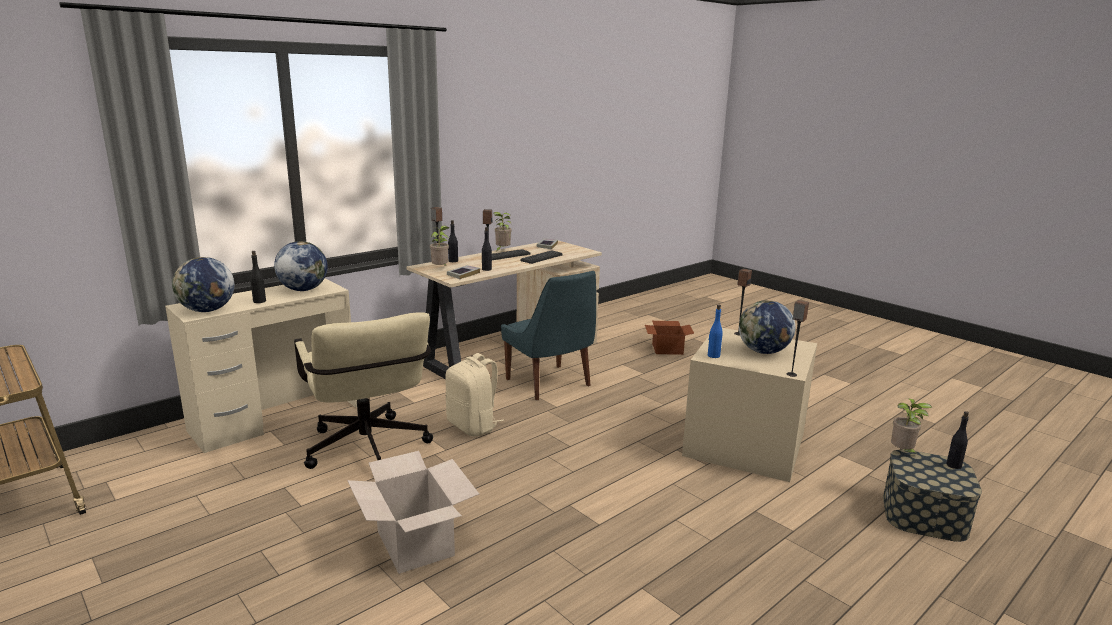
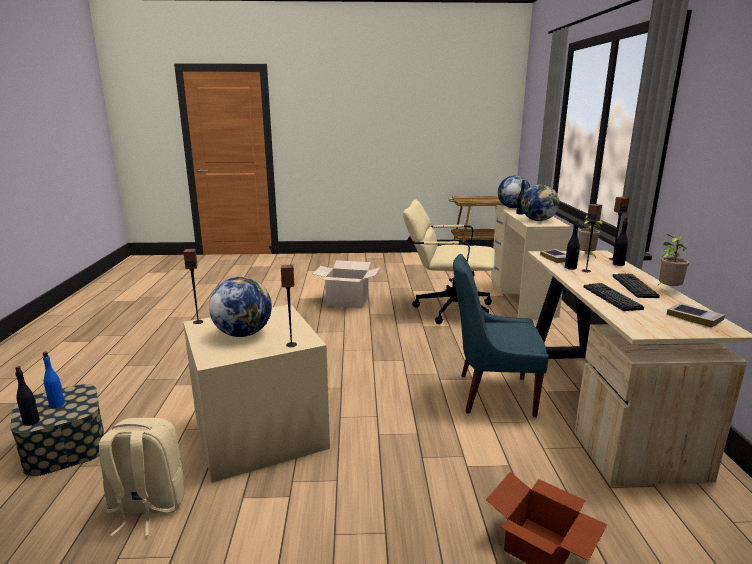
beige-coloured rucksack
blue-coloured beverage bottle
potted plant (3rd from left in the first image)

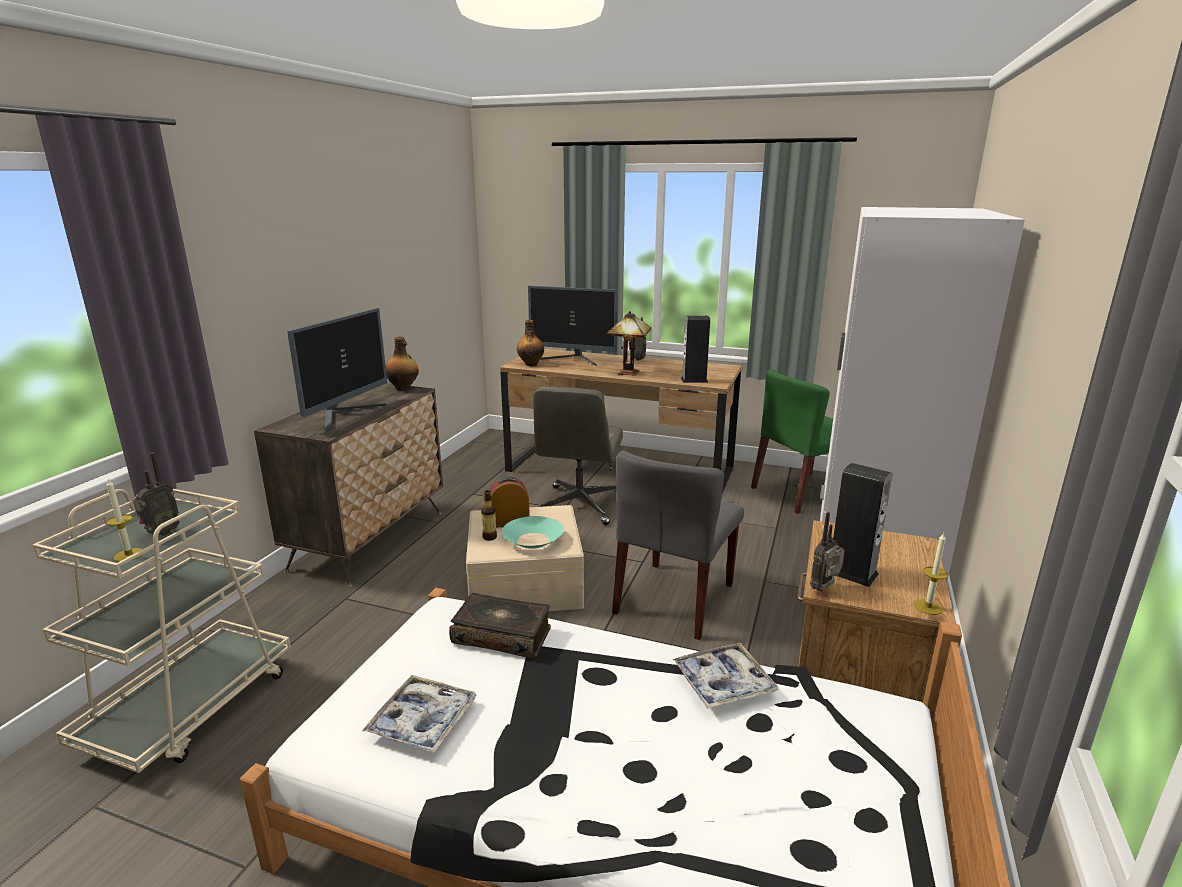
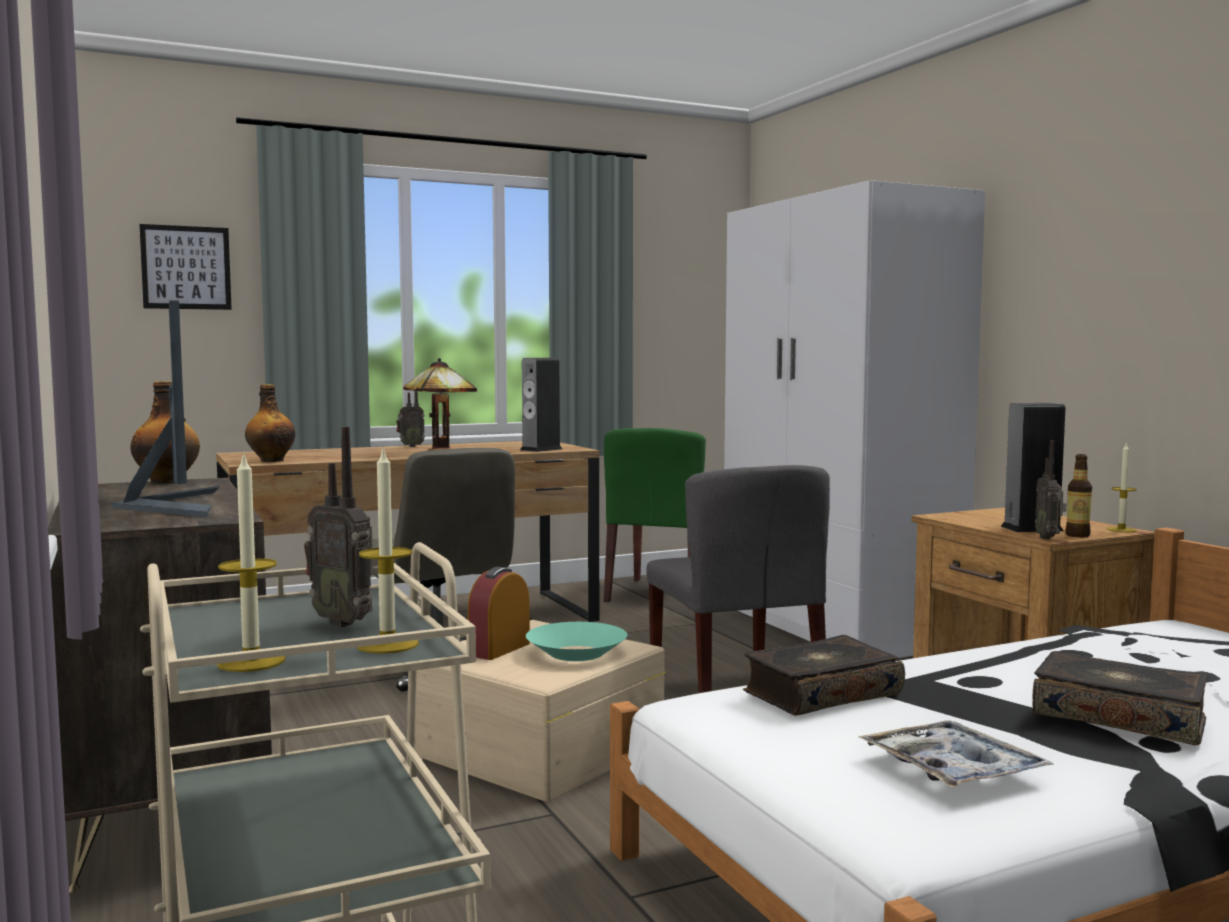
radio set (1st from left)
beverage bottle (3rd from left)
monitor (2nd from left in the first image)
tray (2nd from left in the first image)
wall picture
wax candle (1st from left)
book (2nd from left)

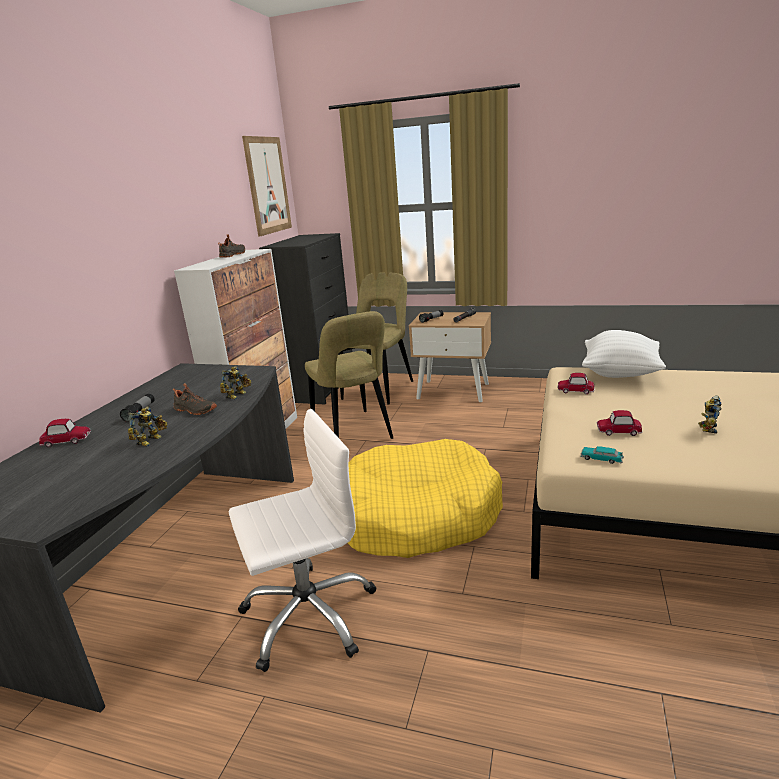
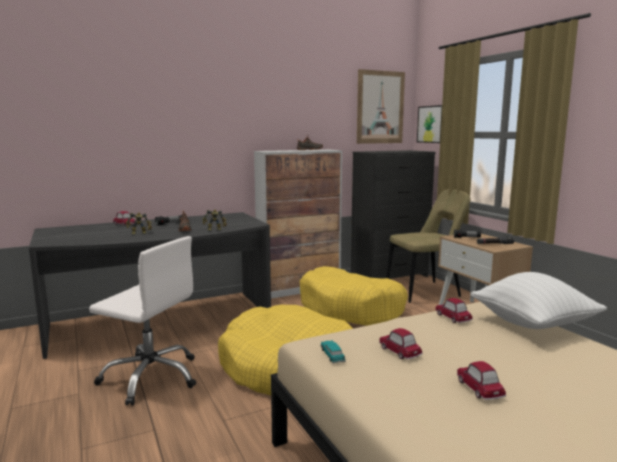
yellow pet bed (2nd from left)
miniature car (5th from left)
wall picture (2nd from left)

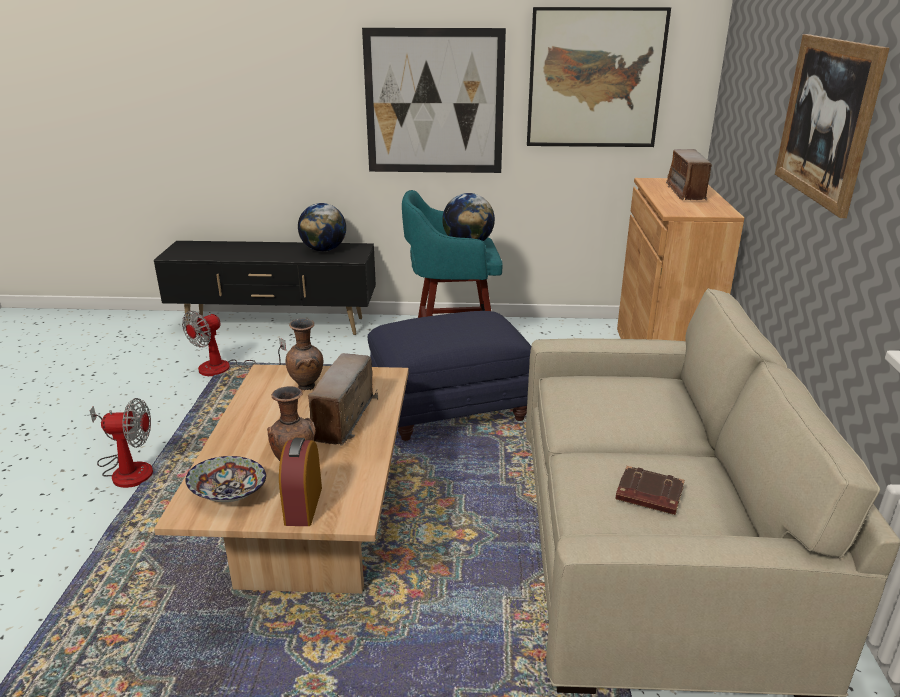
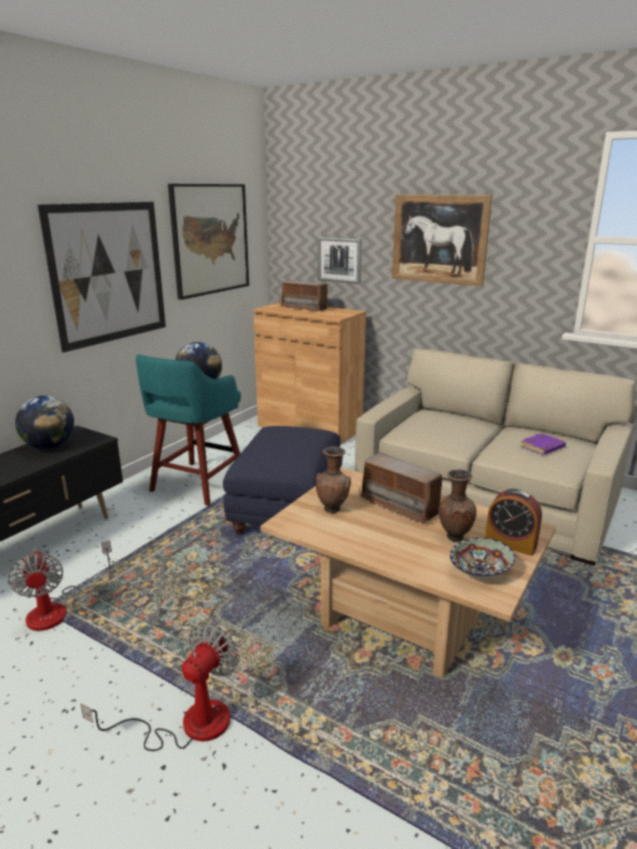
purplish book
wall picture (3rd from left)

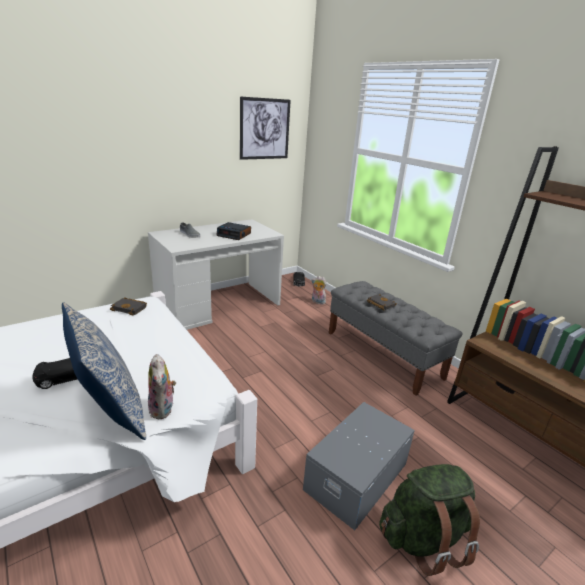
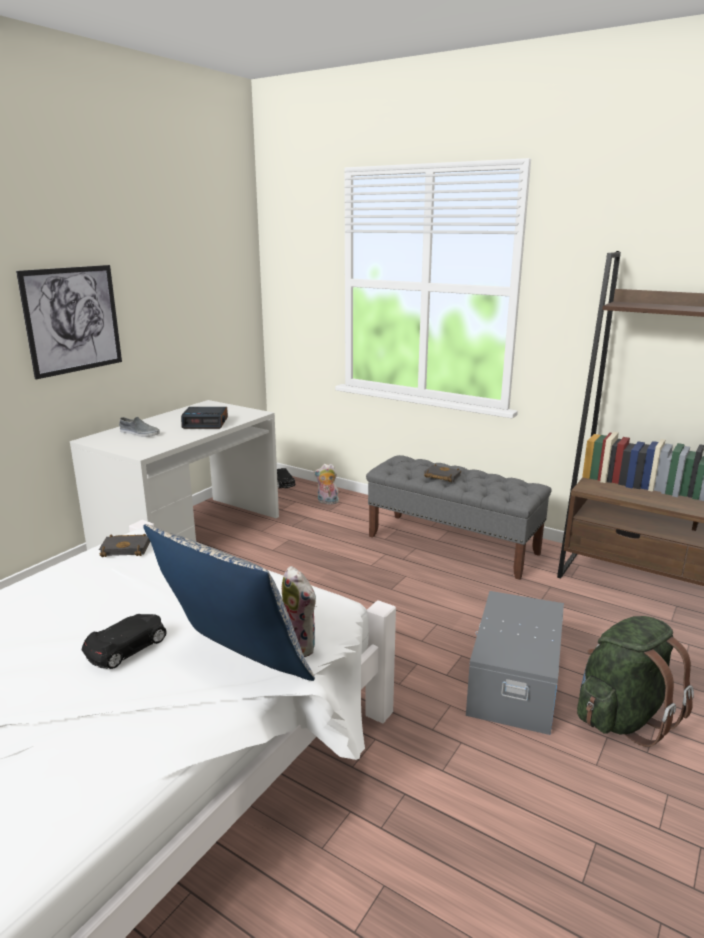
wall picture

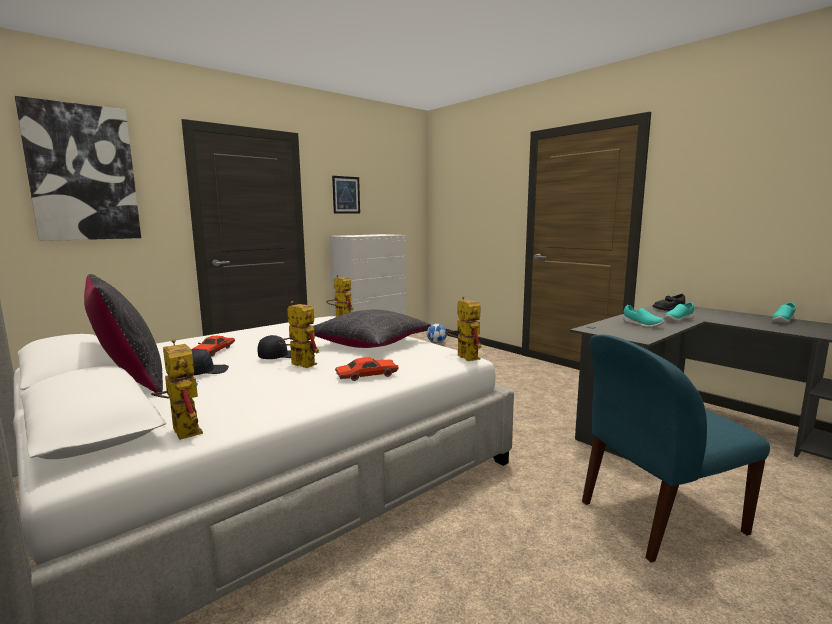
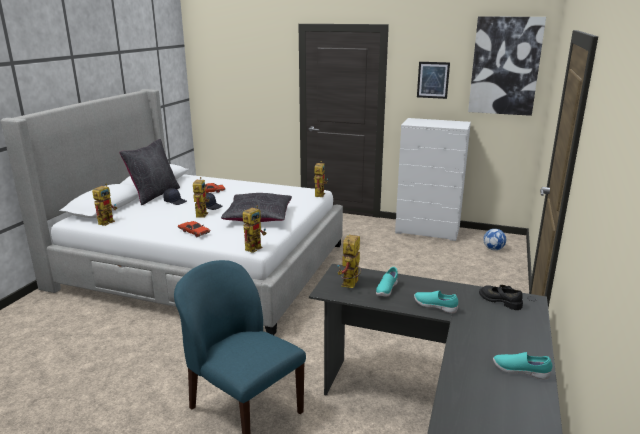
wall picture (2nd from left)
model robot (5th from left)

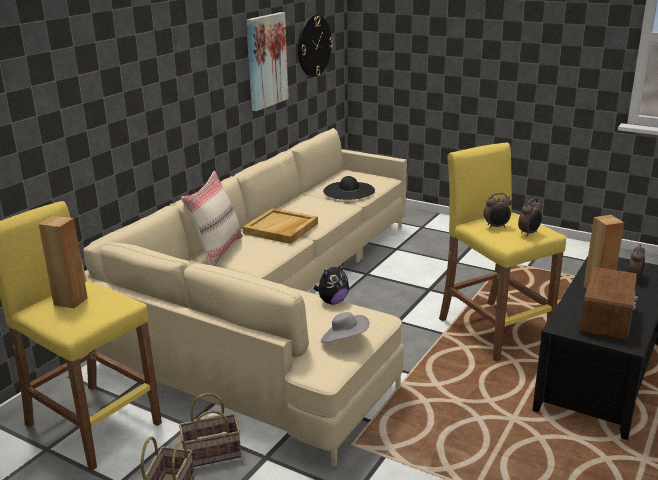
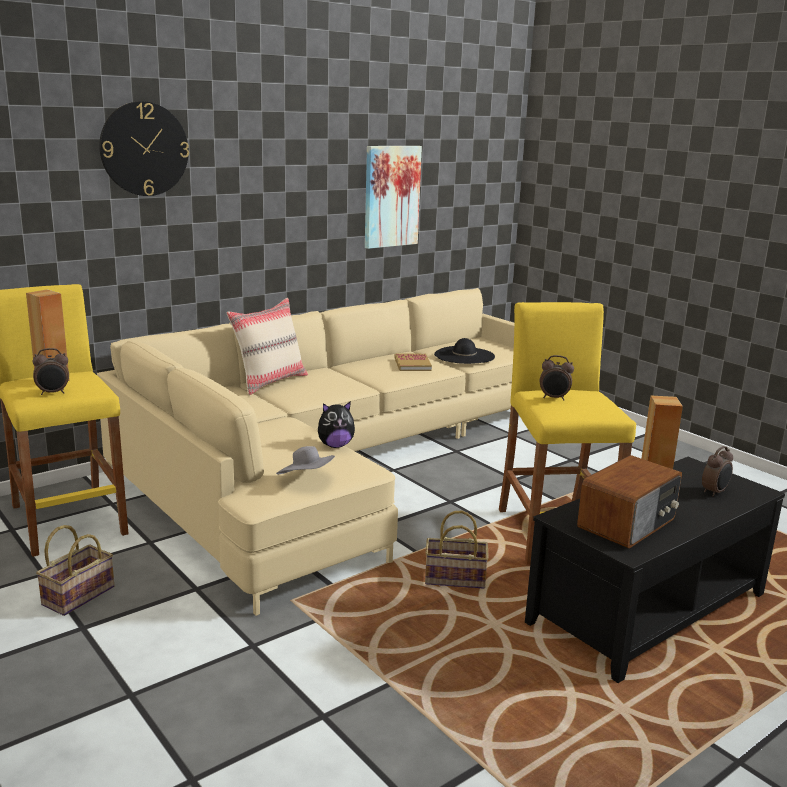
storage basket (2nd from left)
beige-coloured tray
hanging clock
alarm clock (1st from left)
book

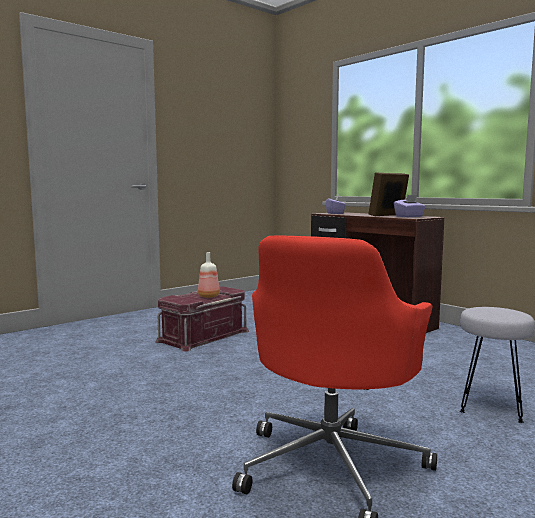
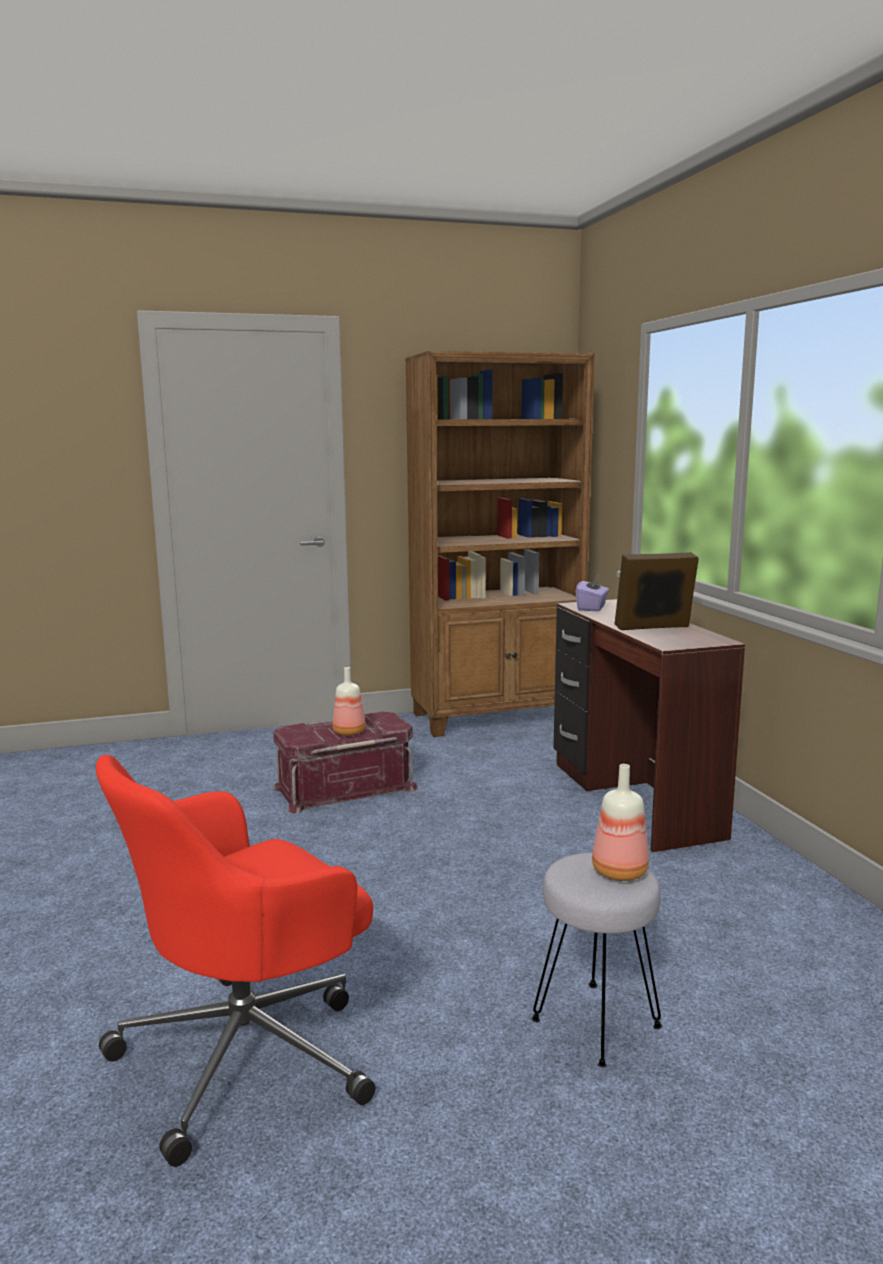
purplish tissue holder (2nd from left in the first image)
brownish bookshelf
beverage bottle (2nd from left)

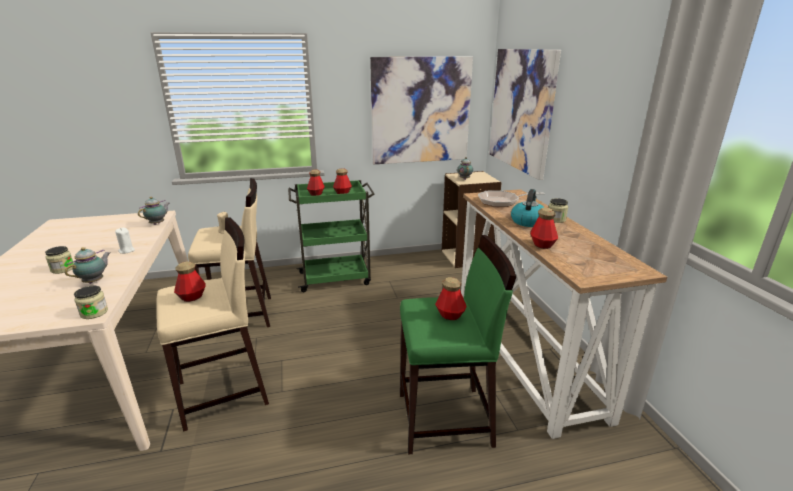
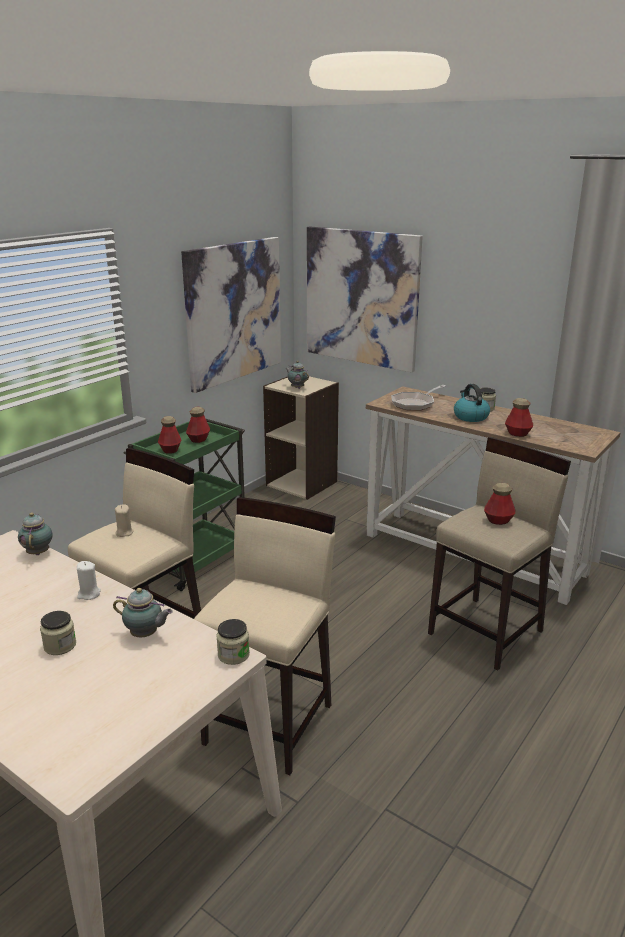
pot for tea (2nd from left)
beverage bottle (1st from left in the first image)
beige-coloured sitting stool (3rd from left)

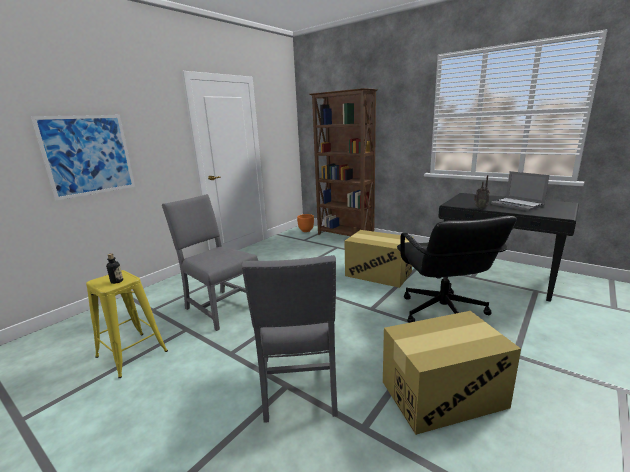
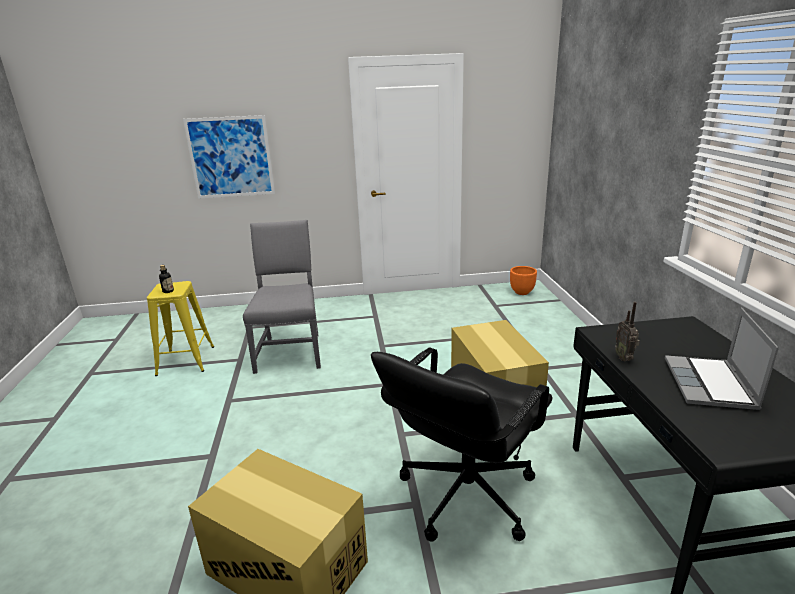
grey plain chair (2nd from left in the first image)
brownish bookshelf

